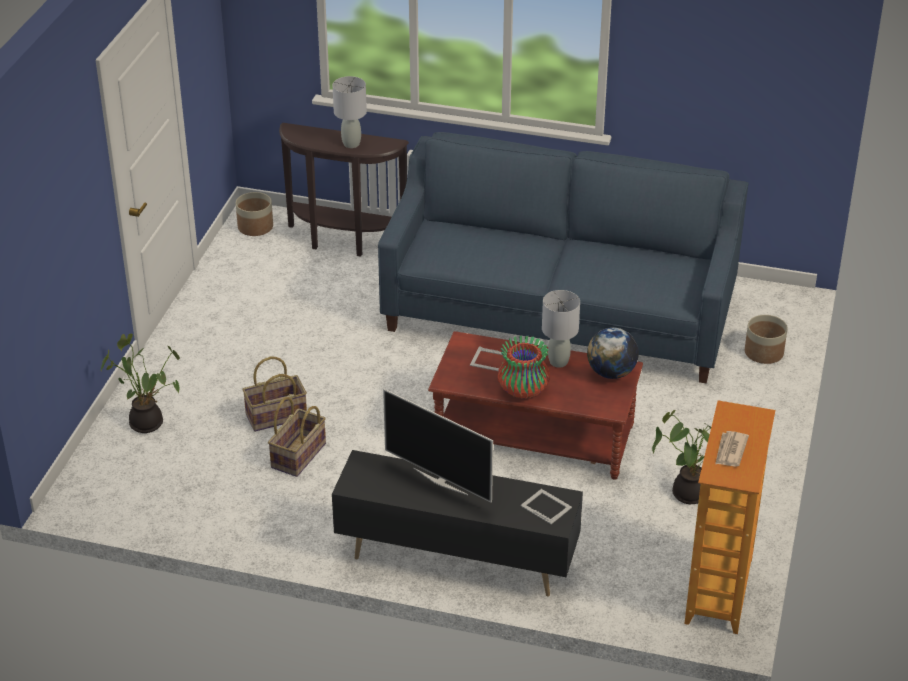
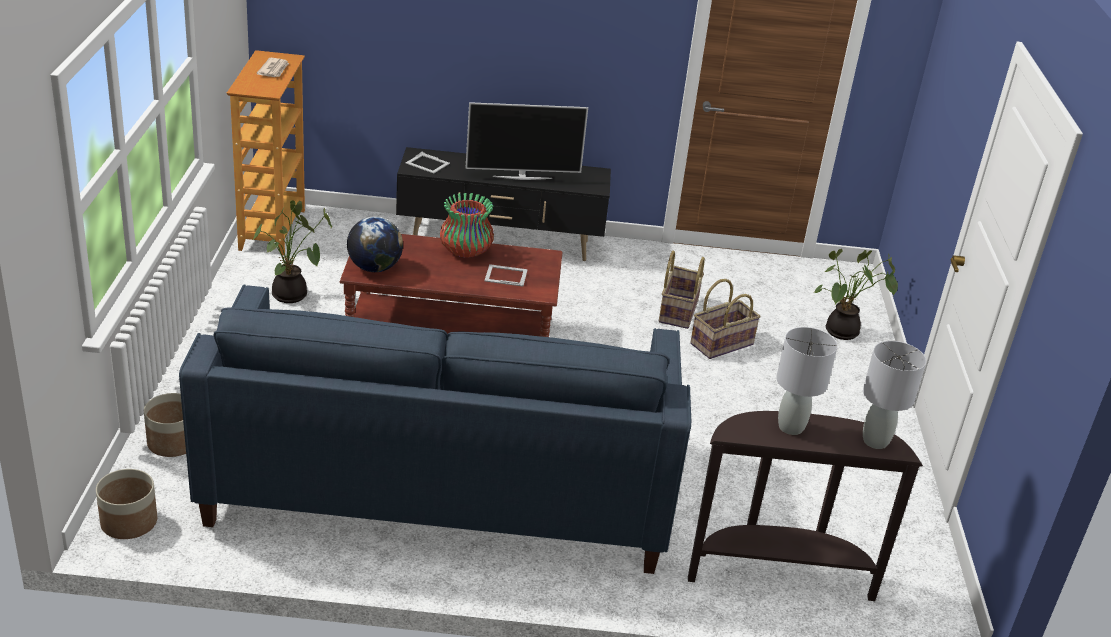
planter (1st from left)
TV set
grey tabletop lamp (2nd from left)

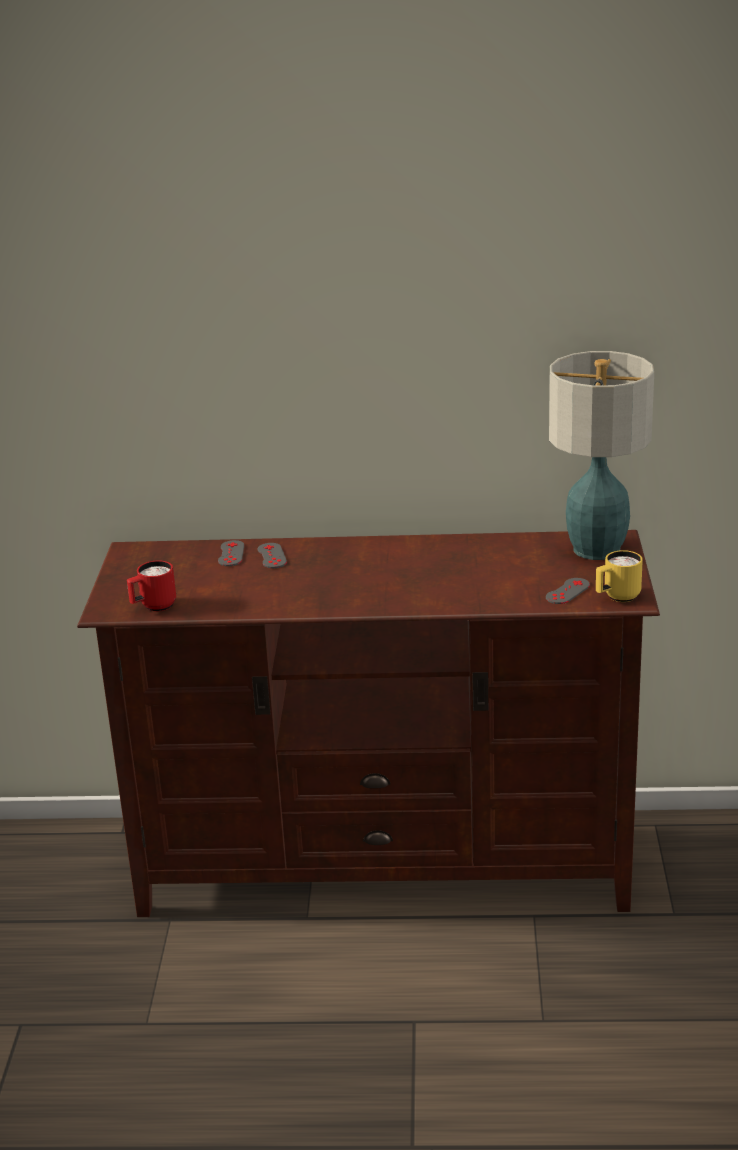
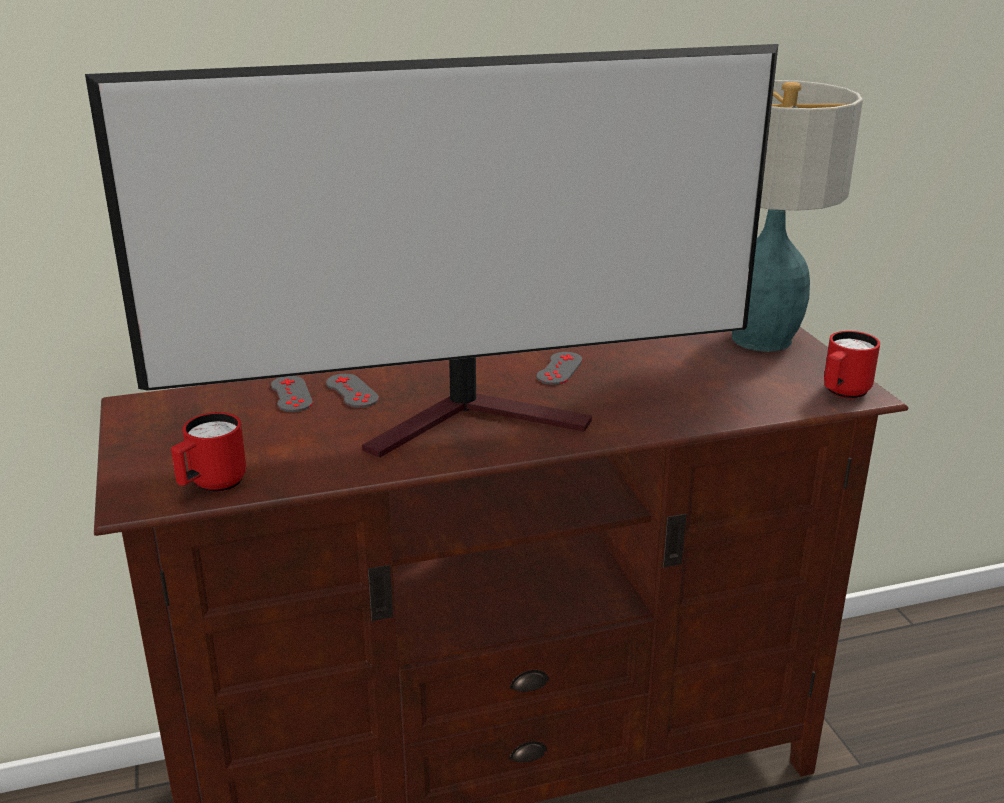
grey gamepad (3rd from left)
reddish mug (2nd from left)
TV set

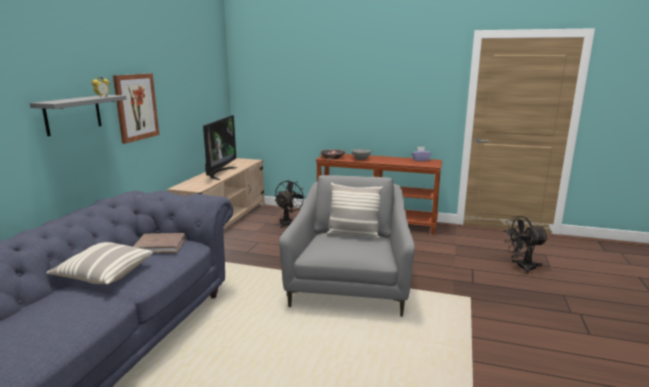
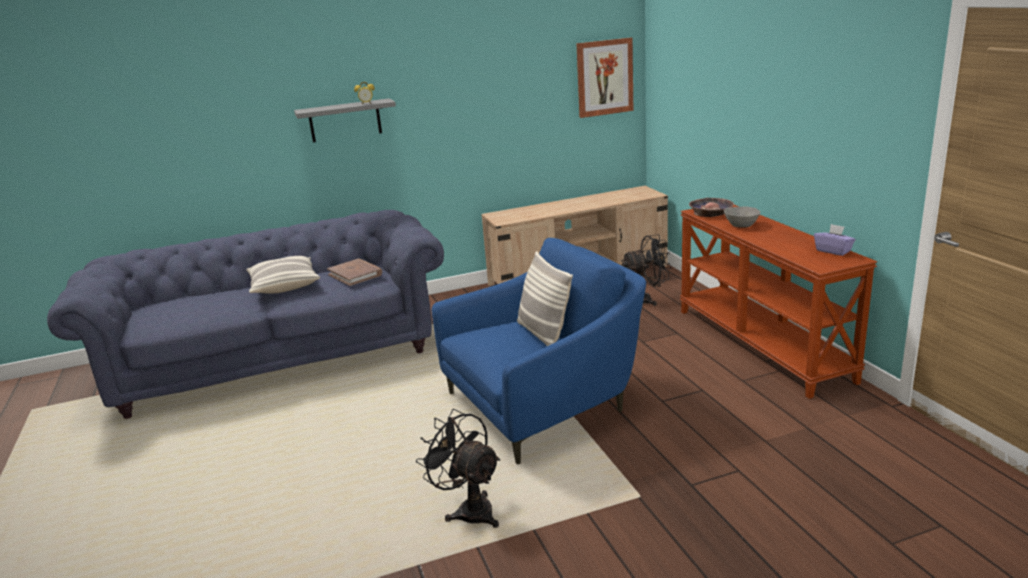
wall picture
TV set
blue-coloured easy chair
black-coloured electric fan (1st from left)

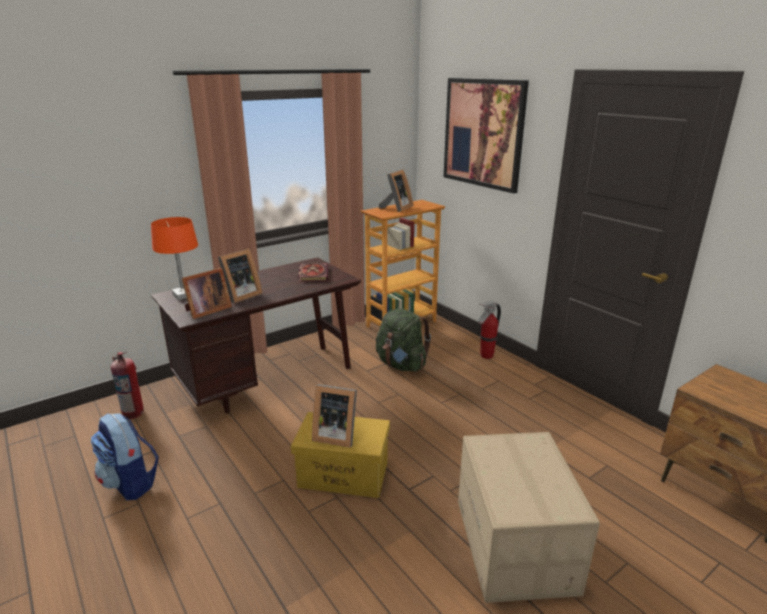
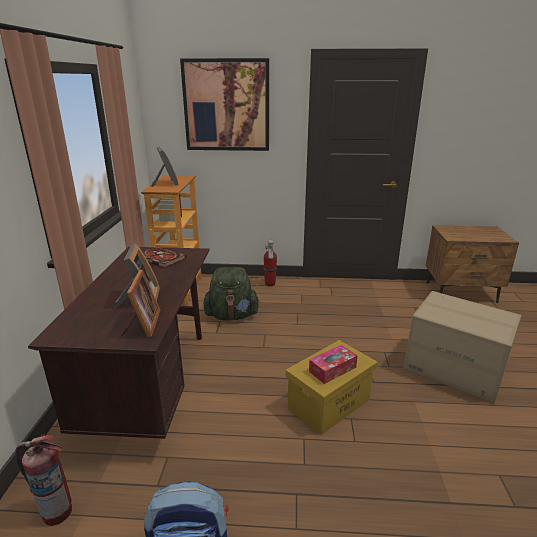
orange-coloured tabletop lamp
tissue holder

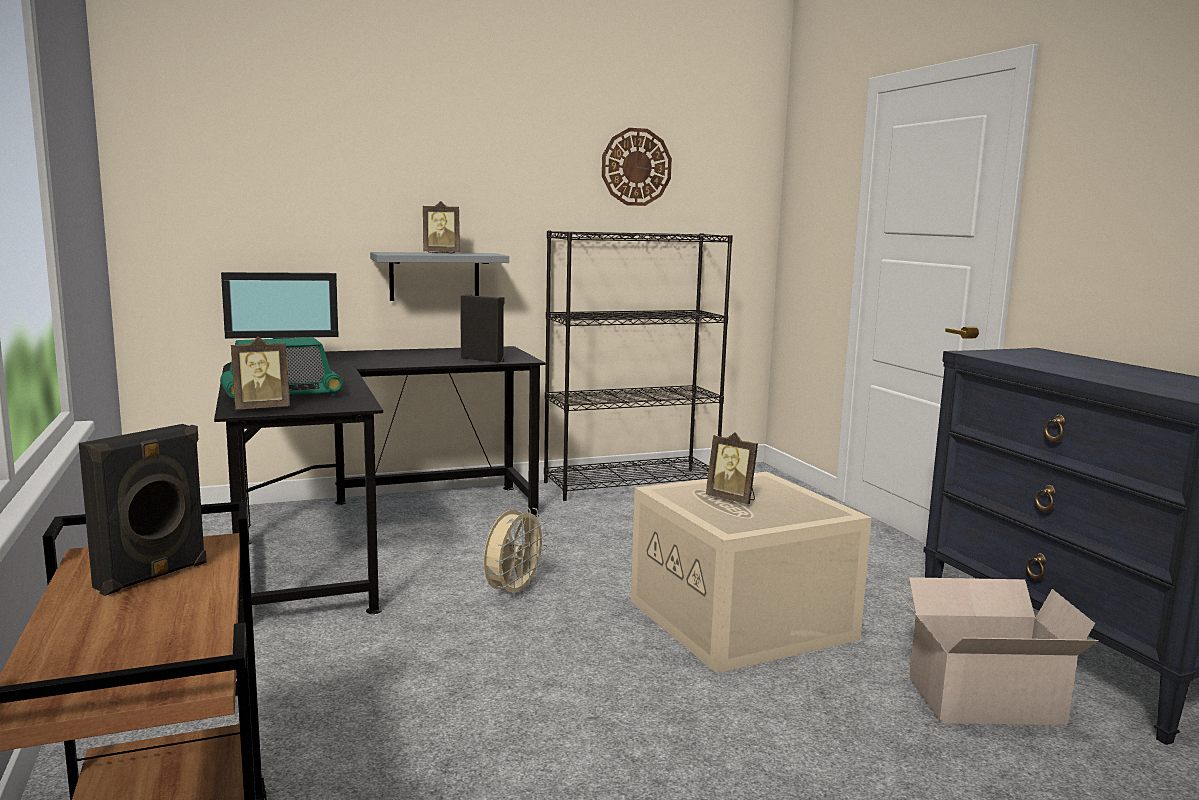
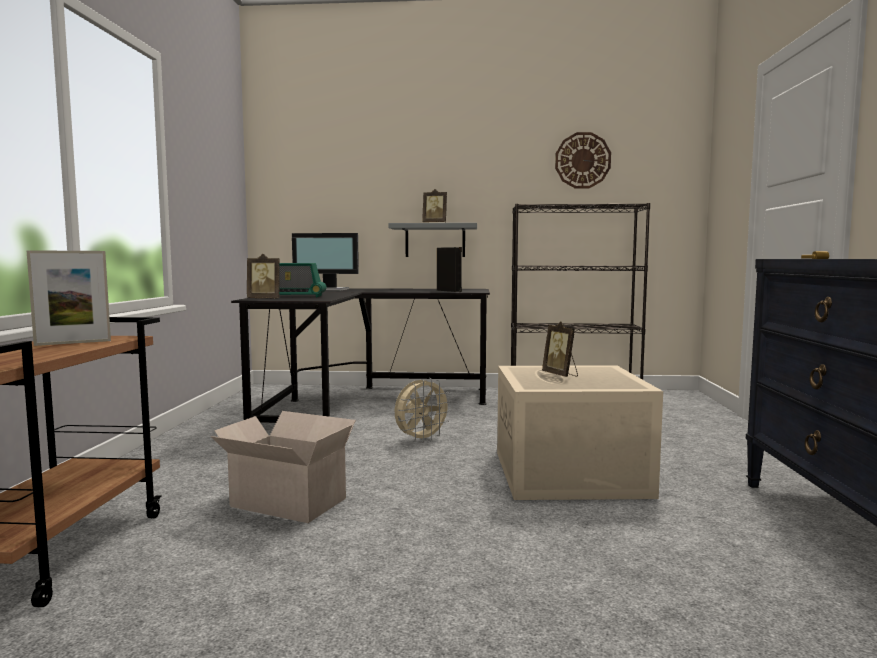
standing frame (1st from left)
packing box

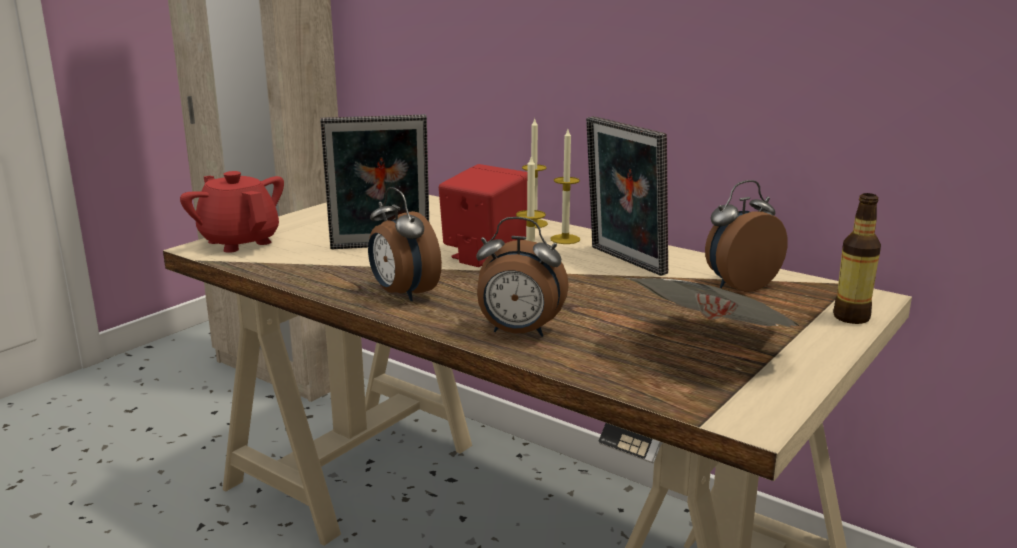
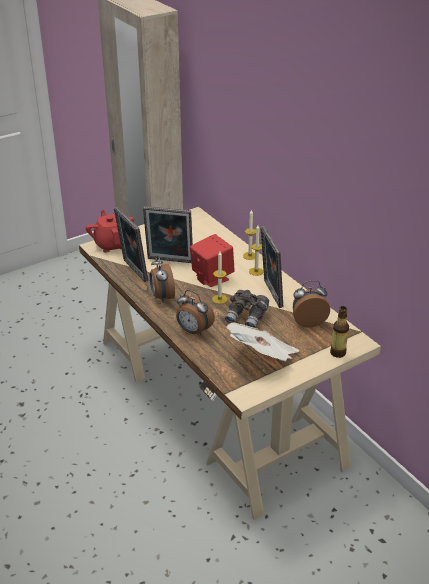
standing frame (1st from left)
grey field glasses

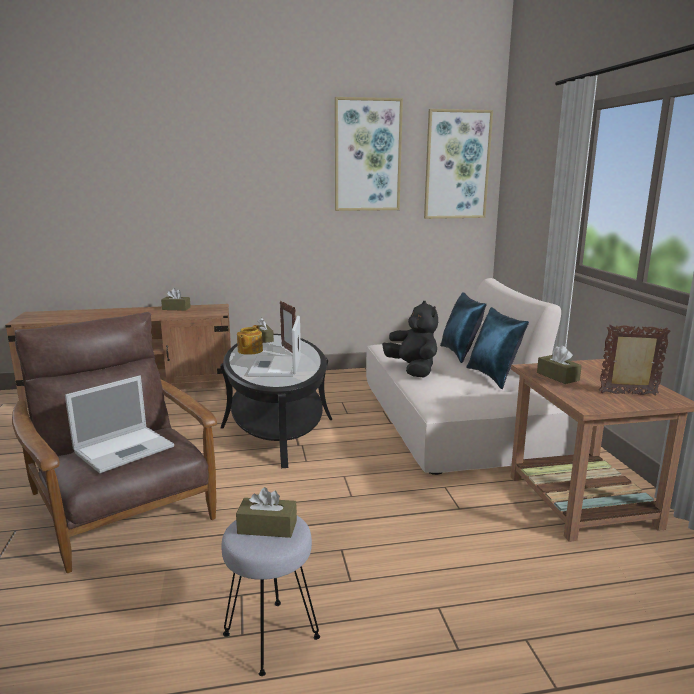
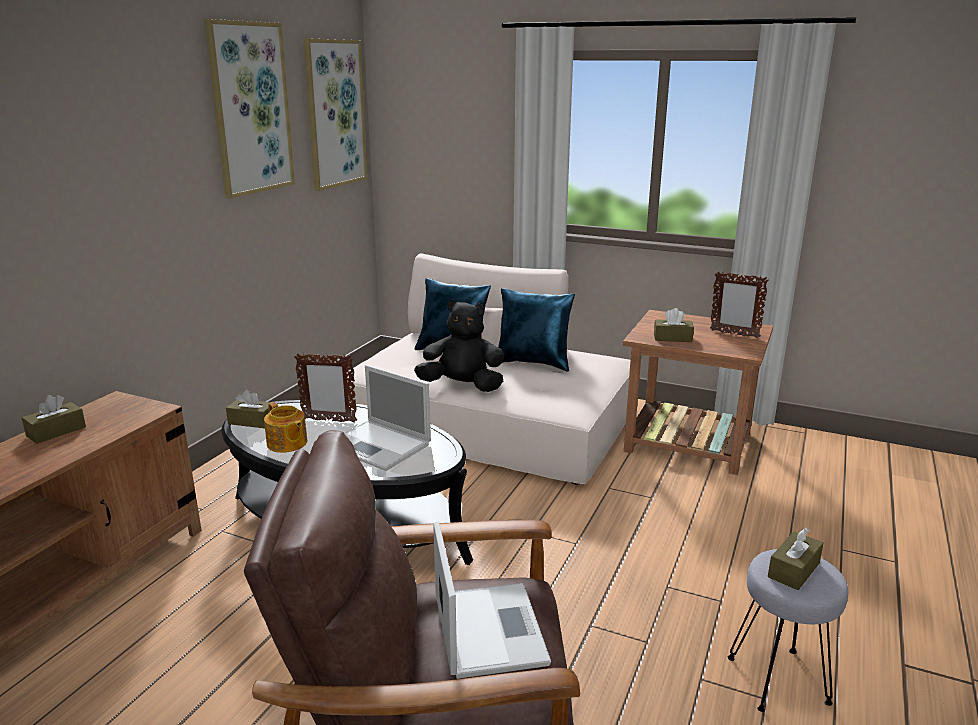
standing frame (2nd from left)

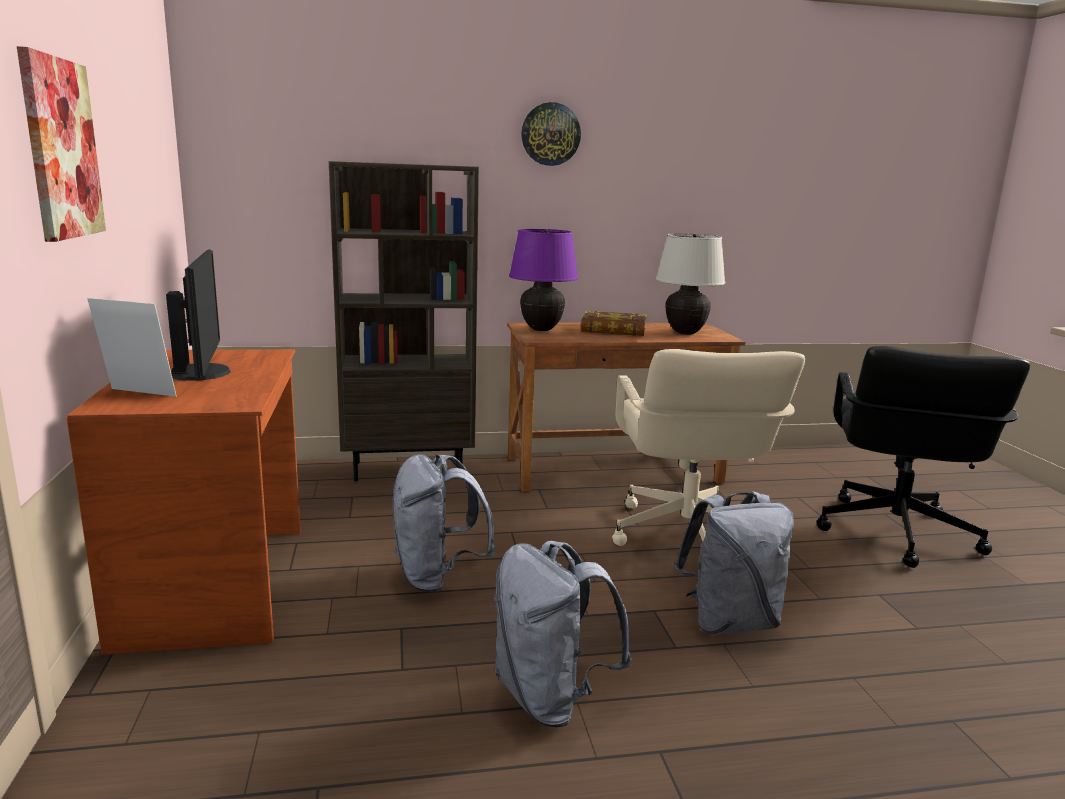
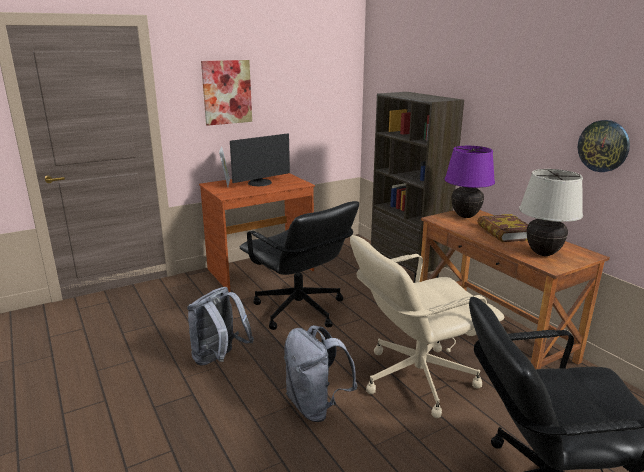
black-coloured office chair (1st from left)
hanging clock

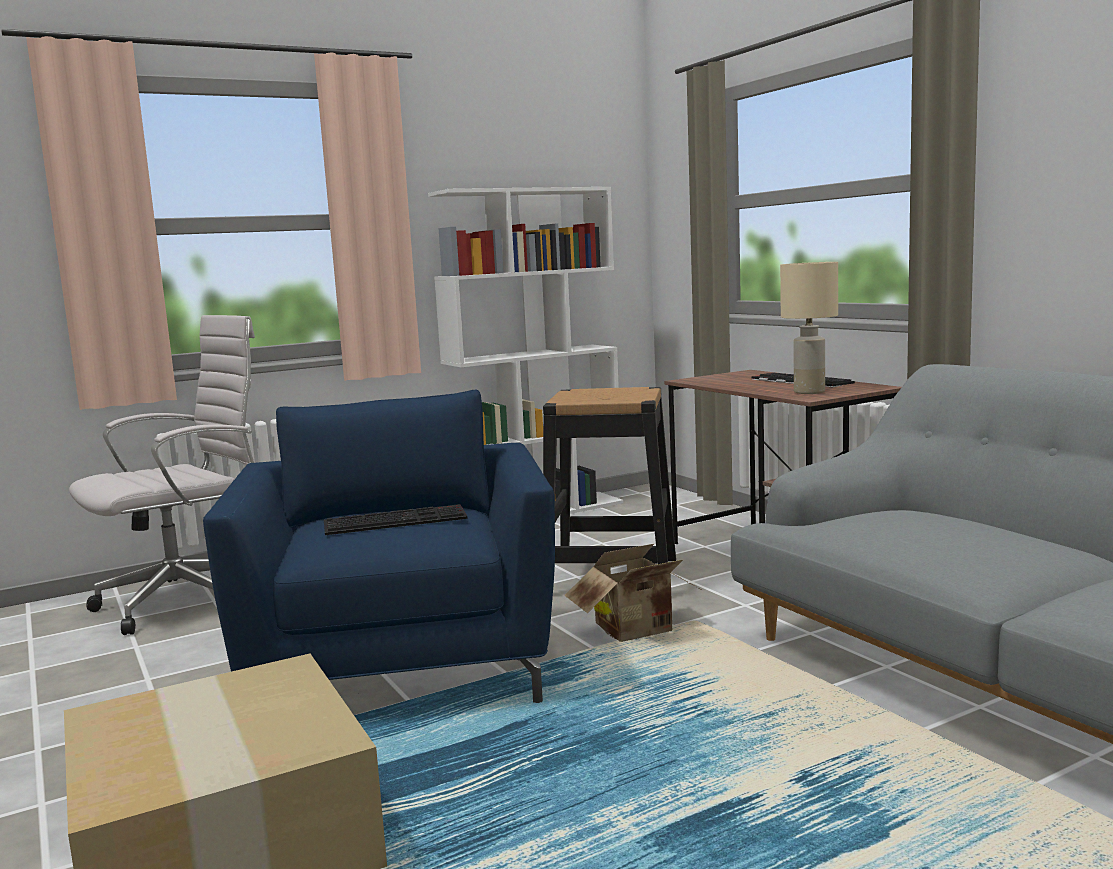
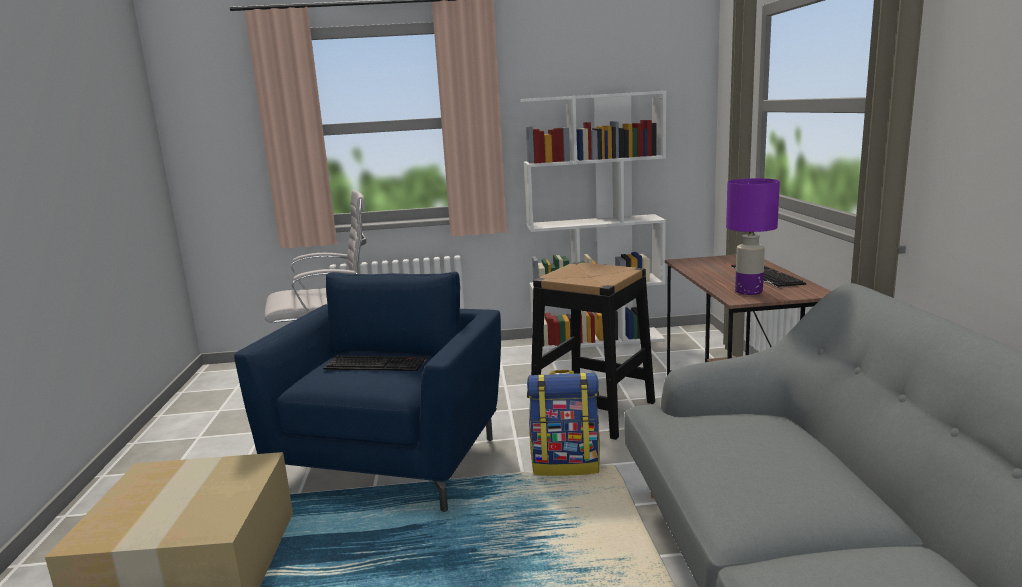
rucksack
purplish tabletop lamp

